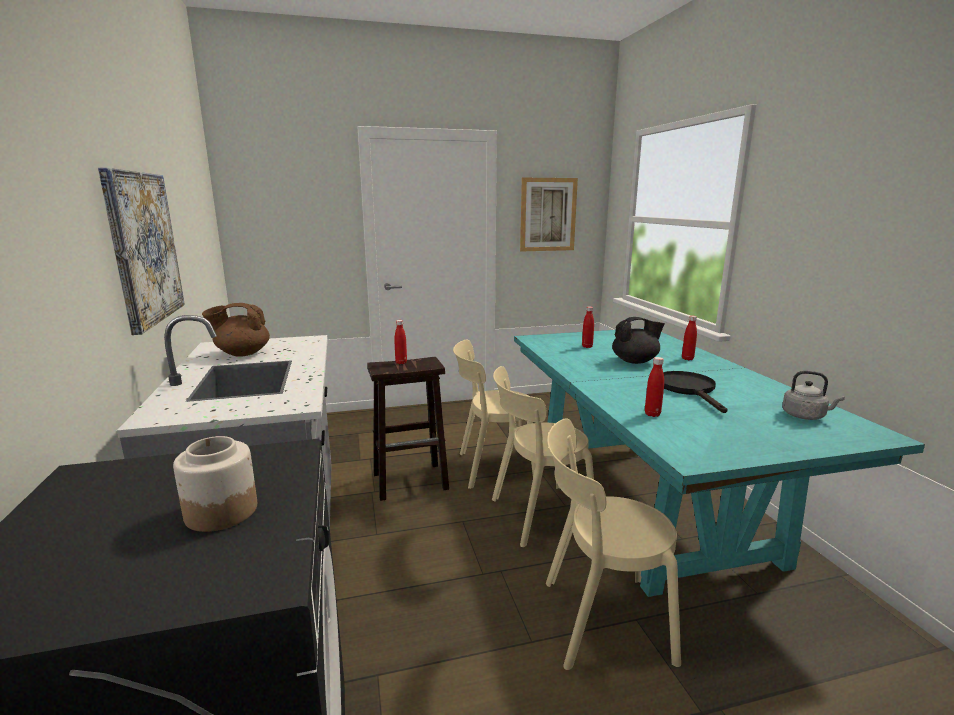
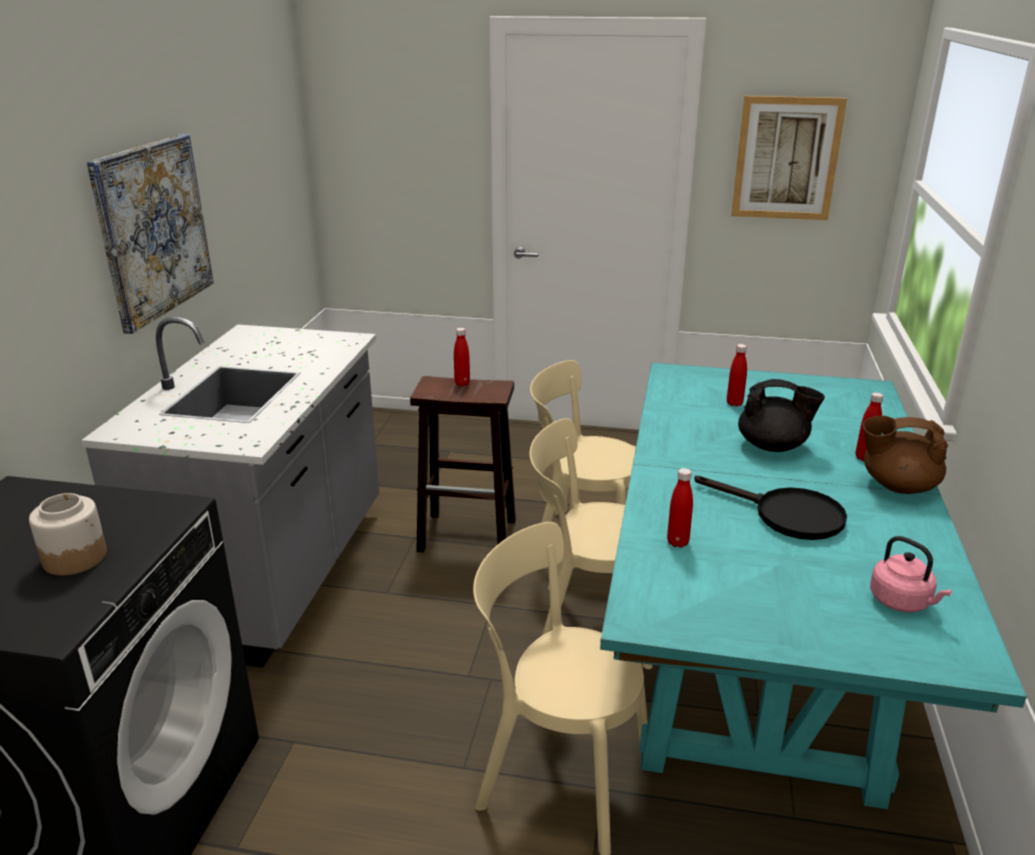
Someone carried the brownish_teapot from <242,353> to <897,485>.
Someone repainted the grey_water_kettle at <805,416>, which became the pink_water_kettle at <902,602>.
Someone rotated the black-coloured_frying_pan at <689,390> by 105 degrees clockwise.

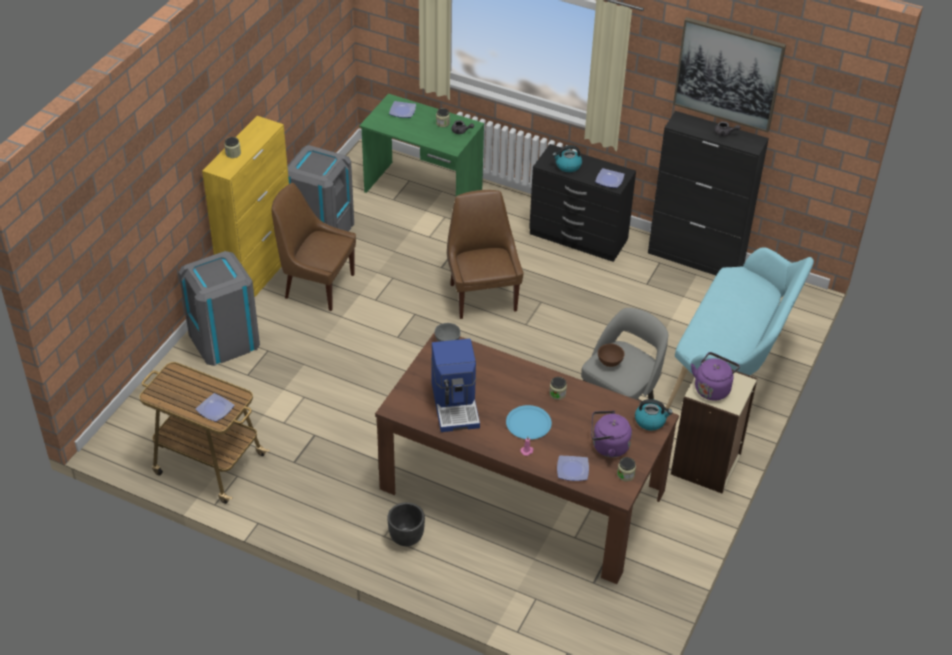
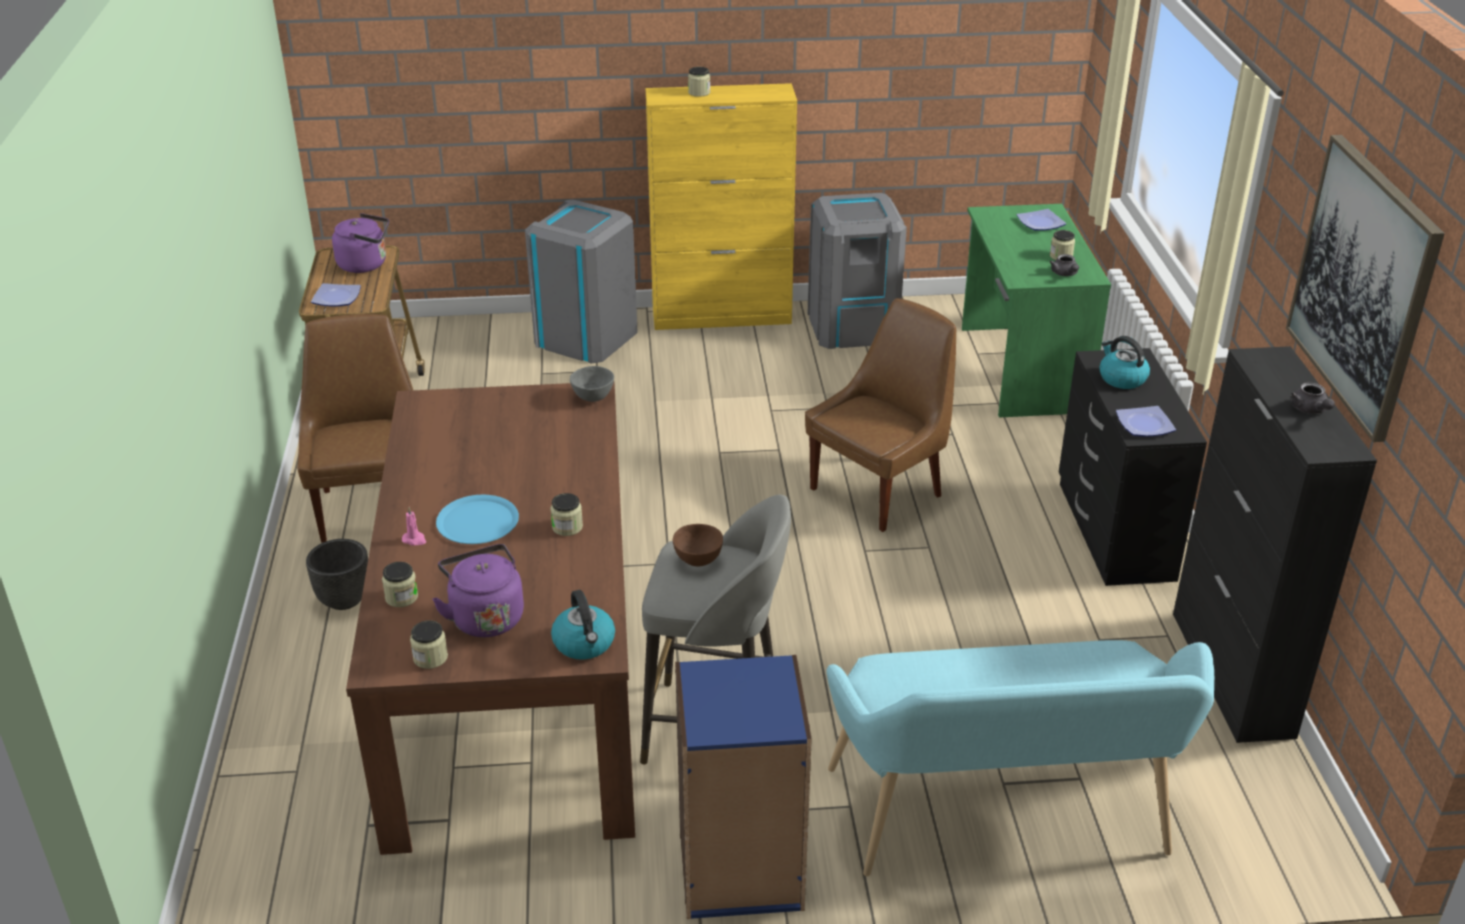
Someone took away the coffee_machine at <456,404>.
Someone carried the brownish_upright_chair from <317,285> to <373,507>.
Someone carried the purple_water_kettle from <712,388> to <366,264>.
Someone swapped the plate at <572,470> for the storage_jar at <401,597>.
Someone repainted the beige_shelving_unit at <706,465>, which became the blue_shelving_unit at <740,871>.

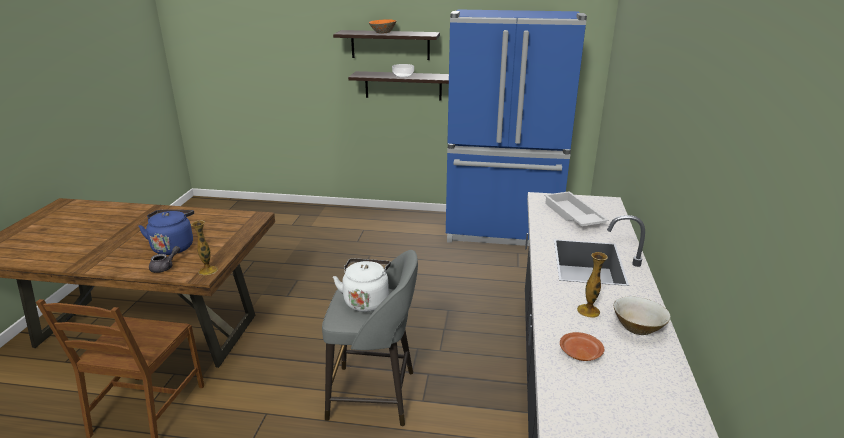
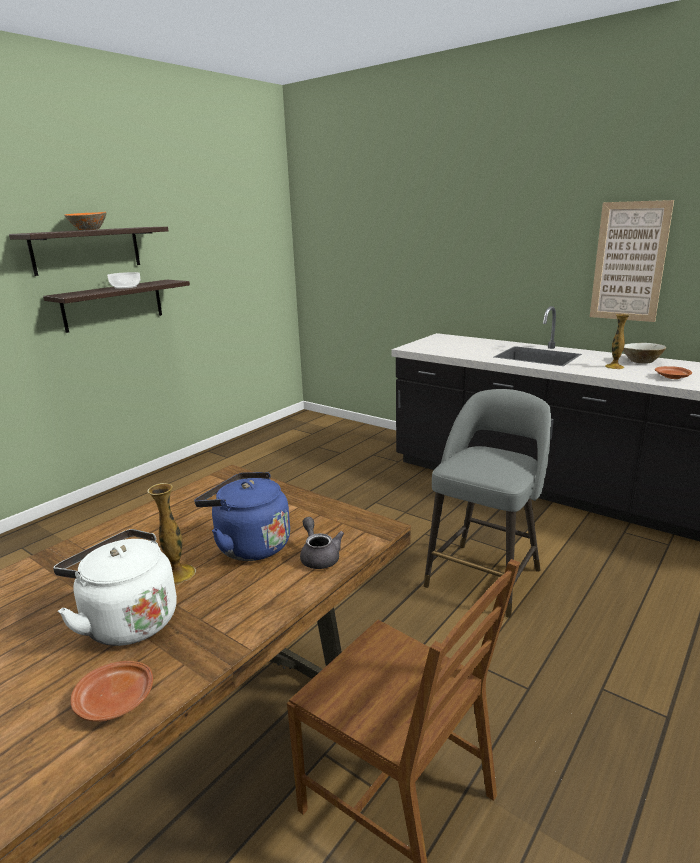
Someone took away the blue_kitchen_fridge at <502,231>.
Someone took away the white_carrying_tray at <572,215>.
Someone put down the brownish_plate at <116,701>.
Someone put up the wall_art at <629,262>.
Someone carried the vase from <208,270> to <178,574>.
Someone carried the white_water_kettle from <366,300> to <127,621>.

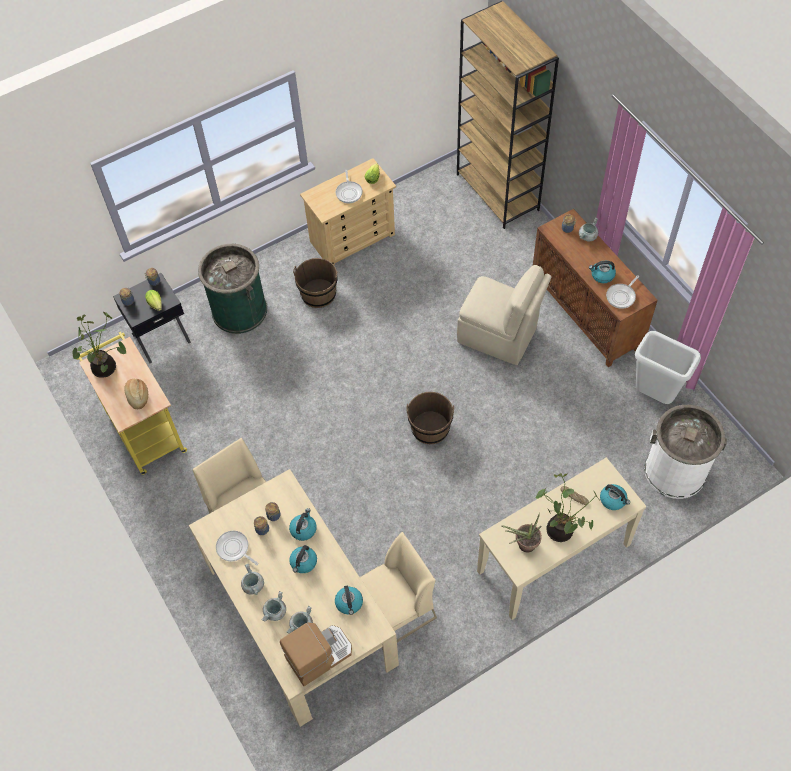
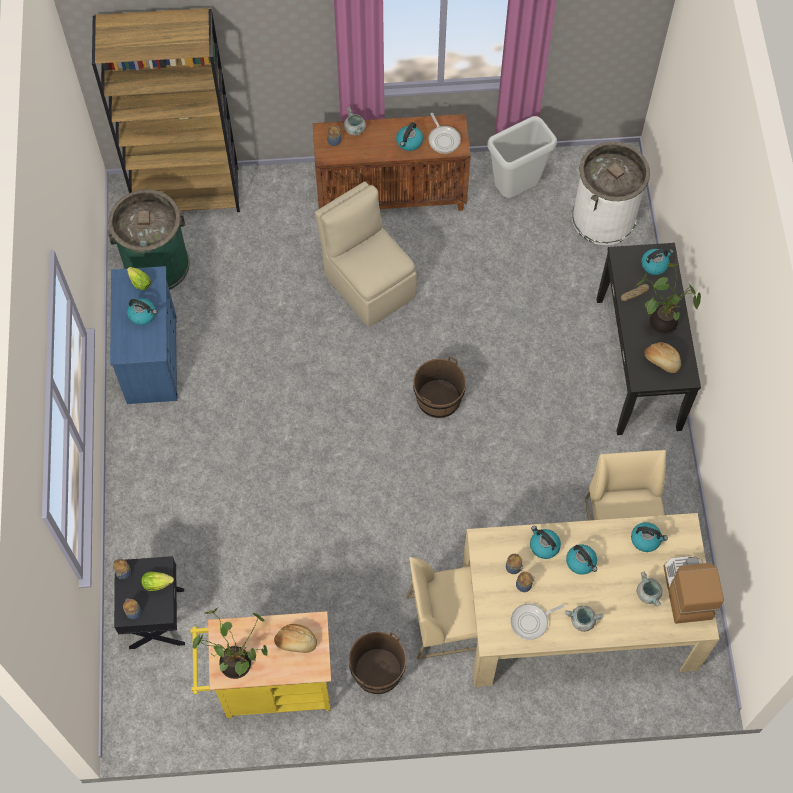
Someone took away the grey_cooking_pot at <275,612>.
Someone carried the greenish_rubbish_bin from <239,310> to <156,264>.
Someone carried the brownish_pail from <318,294> to <377,671>.
Someone swapped the frying_pan at <349,192> for the water_kettle at <143,314>.
Someone swapped the potted_plant at <523,545> for the baked_bread at <662,361>.
Someone repainted the beige_drawer_chest at <352,238>, which became the blue_drawer_chest at <152,359>.
Someone repainted the beige_narrow_table at <554,558>, which became the black-coloured_narrow_table at <638,363>.
Someone rotated the beige_upright_chair at <499,336> by 90 degrees counterclockwise.

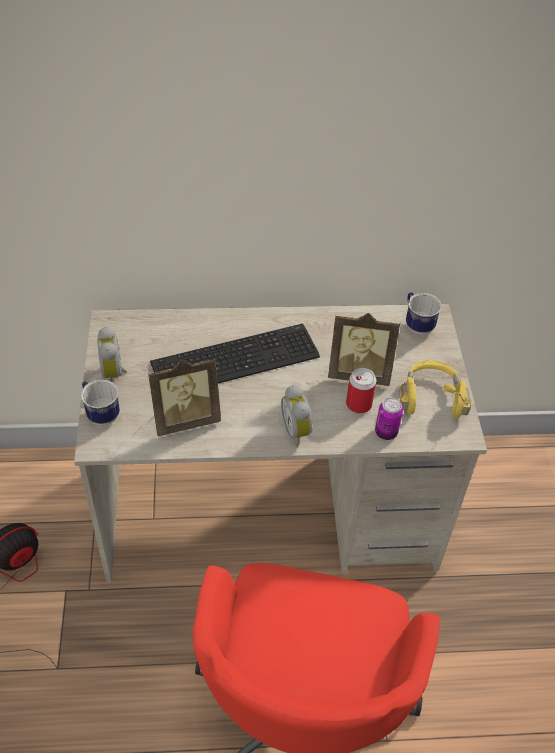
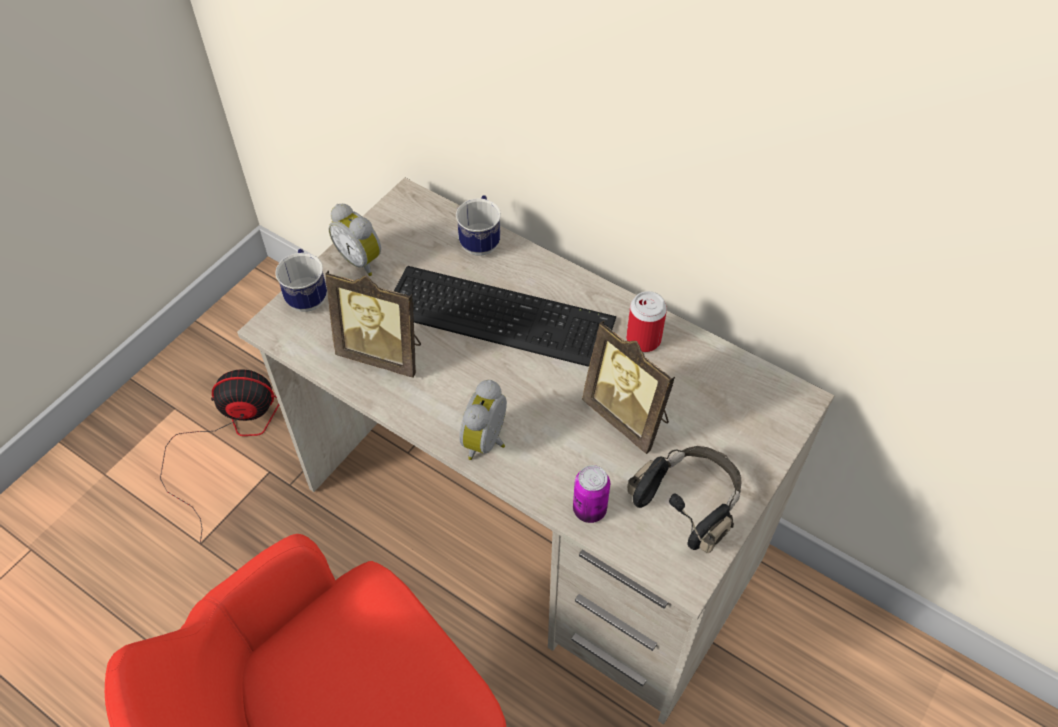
Someone carried the metal_can from <358,404> to <643,339>.
Someone carried the mug from <416,325> to <481,241>.
Someone repainted the yellow_headset at <431,398>, which became the black-coloured_headset at <688,503>.
Someone rotated the alarm_clock at <115,373> by 75 degrees counterclockwise.

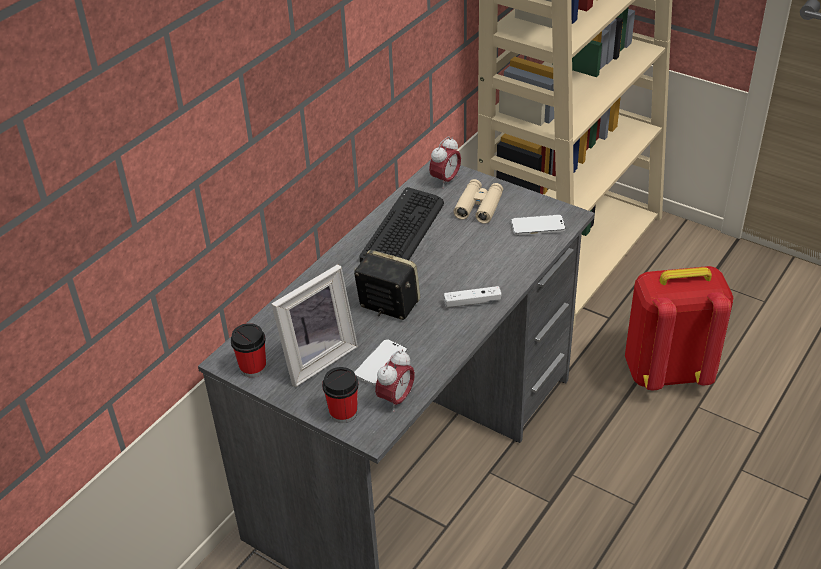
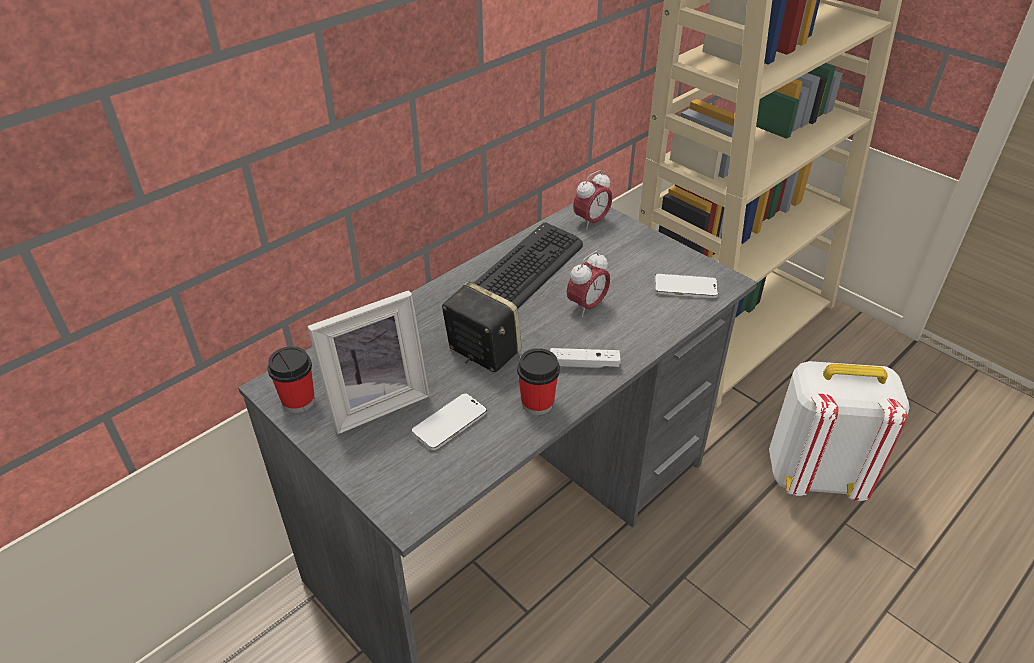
Someone took away the beige_field_glasses at <479,206>.
Someone carried the drinking_cup from <343,413> to <537,403>.
Someone carried the alarm_clock from <396,399> to <587,306>.
Someone repainted the red_backpack at <667,371>, which became the white_backpack at <815,475>.

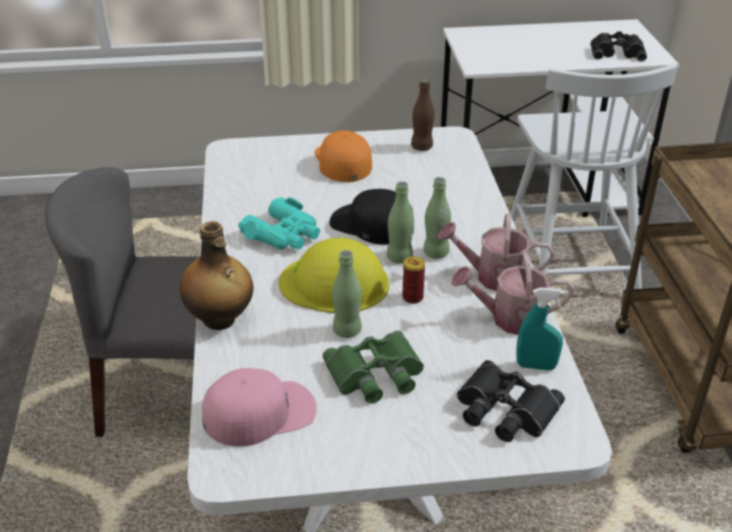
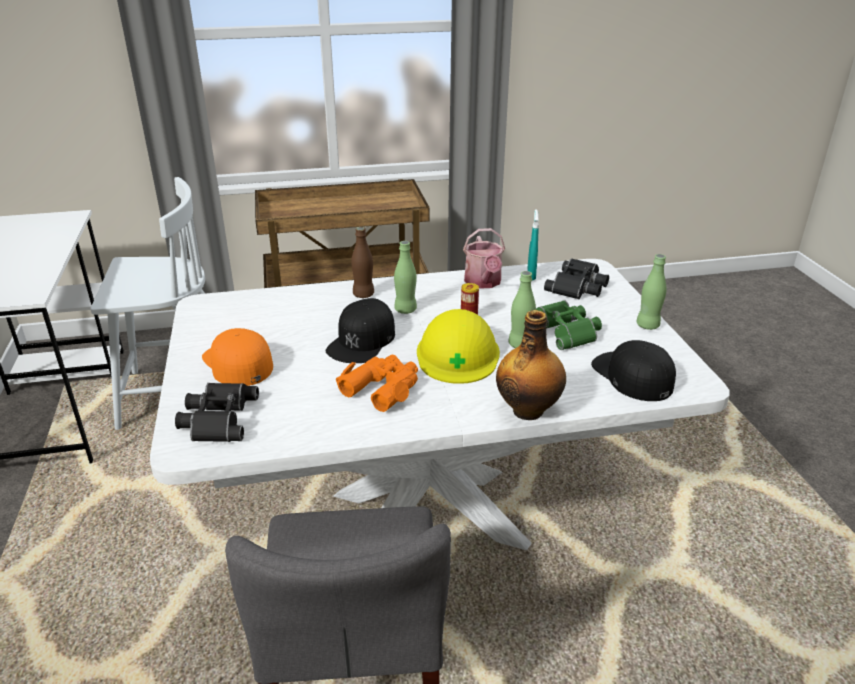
Someone took away the watering_pot at <493,276>.
Someone carried the greenish_bottle from <399,258> to <647,325>.
Someone carried the brownish_bottle from <421,147> to <363,294>.
Someone carried the black-coloured_field_glasses from <617,52> to <217,418>.
Someone repainted the pink_baseball_cap at <260,413>, which became the black-coloured_baseball_cap at <632,375>.
Someone repainted the turquoise-coloured_field_glasses at <284,235>, which became the orange_field_glasses at <382,387>.
Someone rotated the orange_baseball_cap at <342,162> by 75 degrees clockwise.

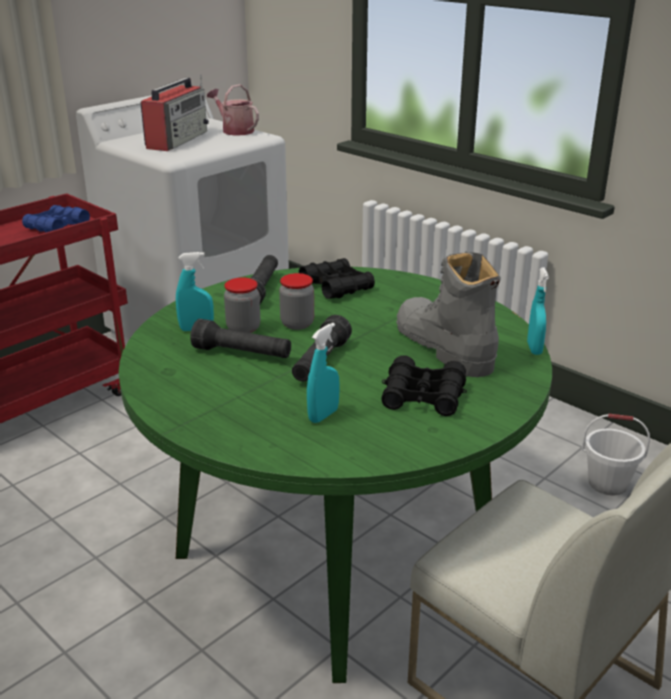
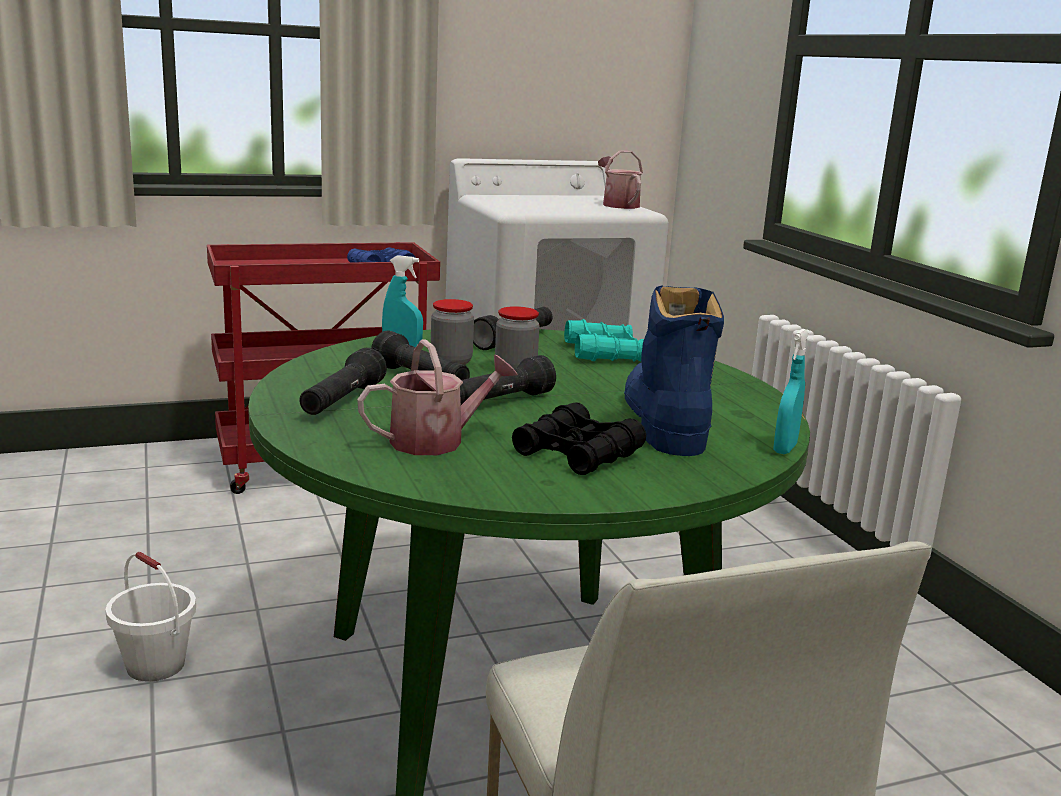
Someone took away the radio_set at <178,140>.
Someone put down the black-coloured_flashlight at <342,402>.
Someone carried the white_pail from <607,484> to <155,665>.
Someone swapped the turquoise-coloured_spray_bottle at <323,415> for the watering_pot at <436,441>.
Someone repainted the black-coloured_field_glasses at <336,287>, which became the turquoise-coloured_field_glasses at <604,353>.
Someone repainted the grey_boot at <444,347>, which became the blue_boot at <664,422>.

